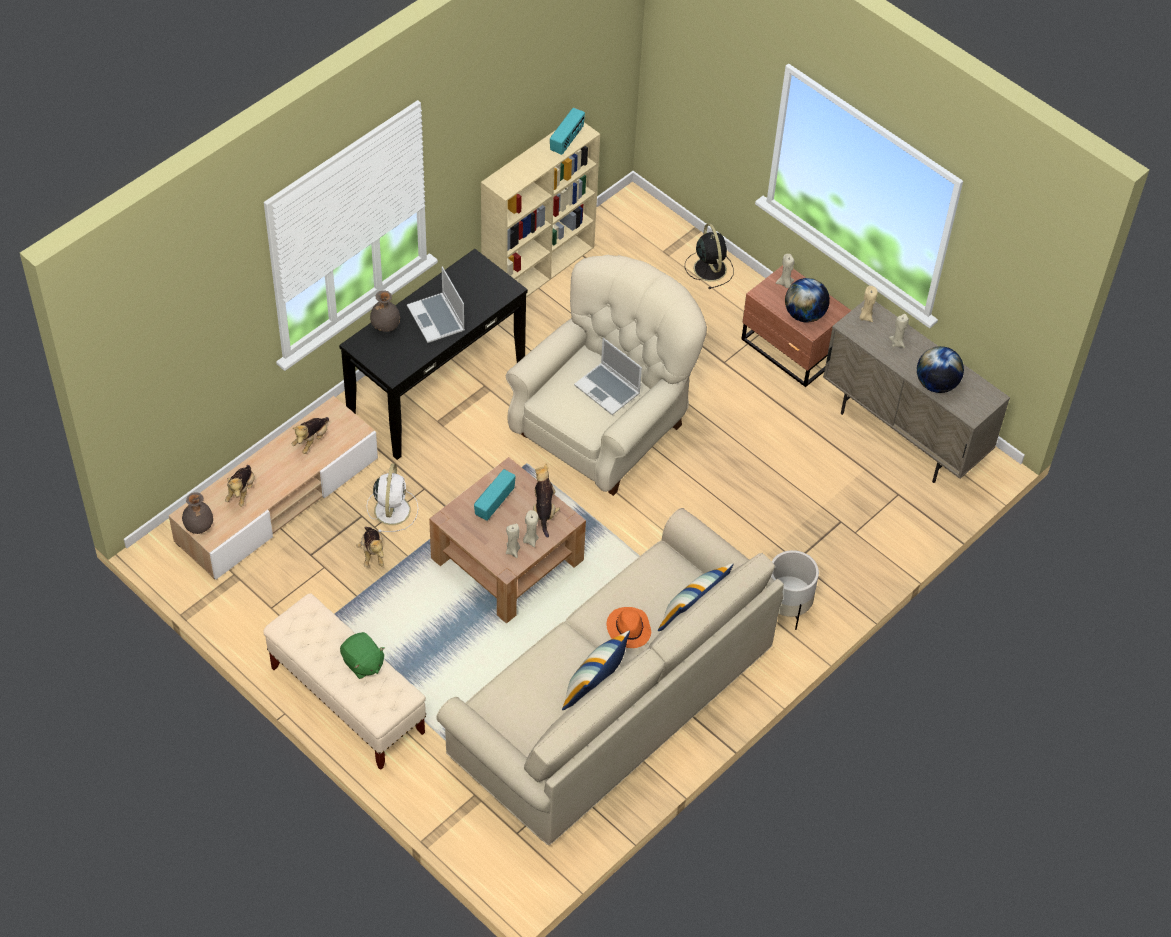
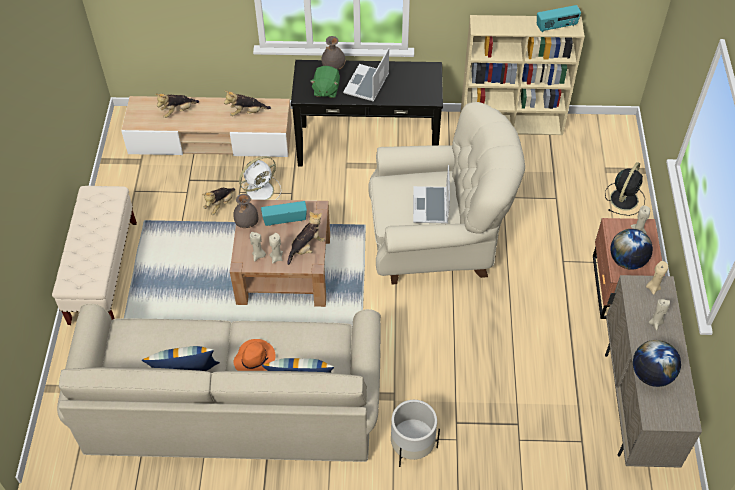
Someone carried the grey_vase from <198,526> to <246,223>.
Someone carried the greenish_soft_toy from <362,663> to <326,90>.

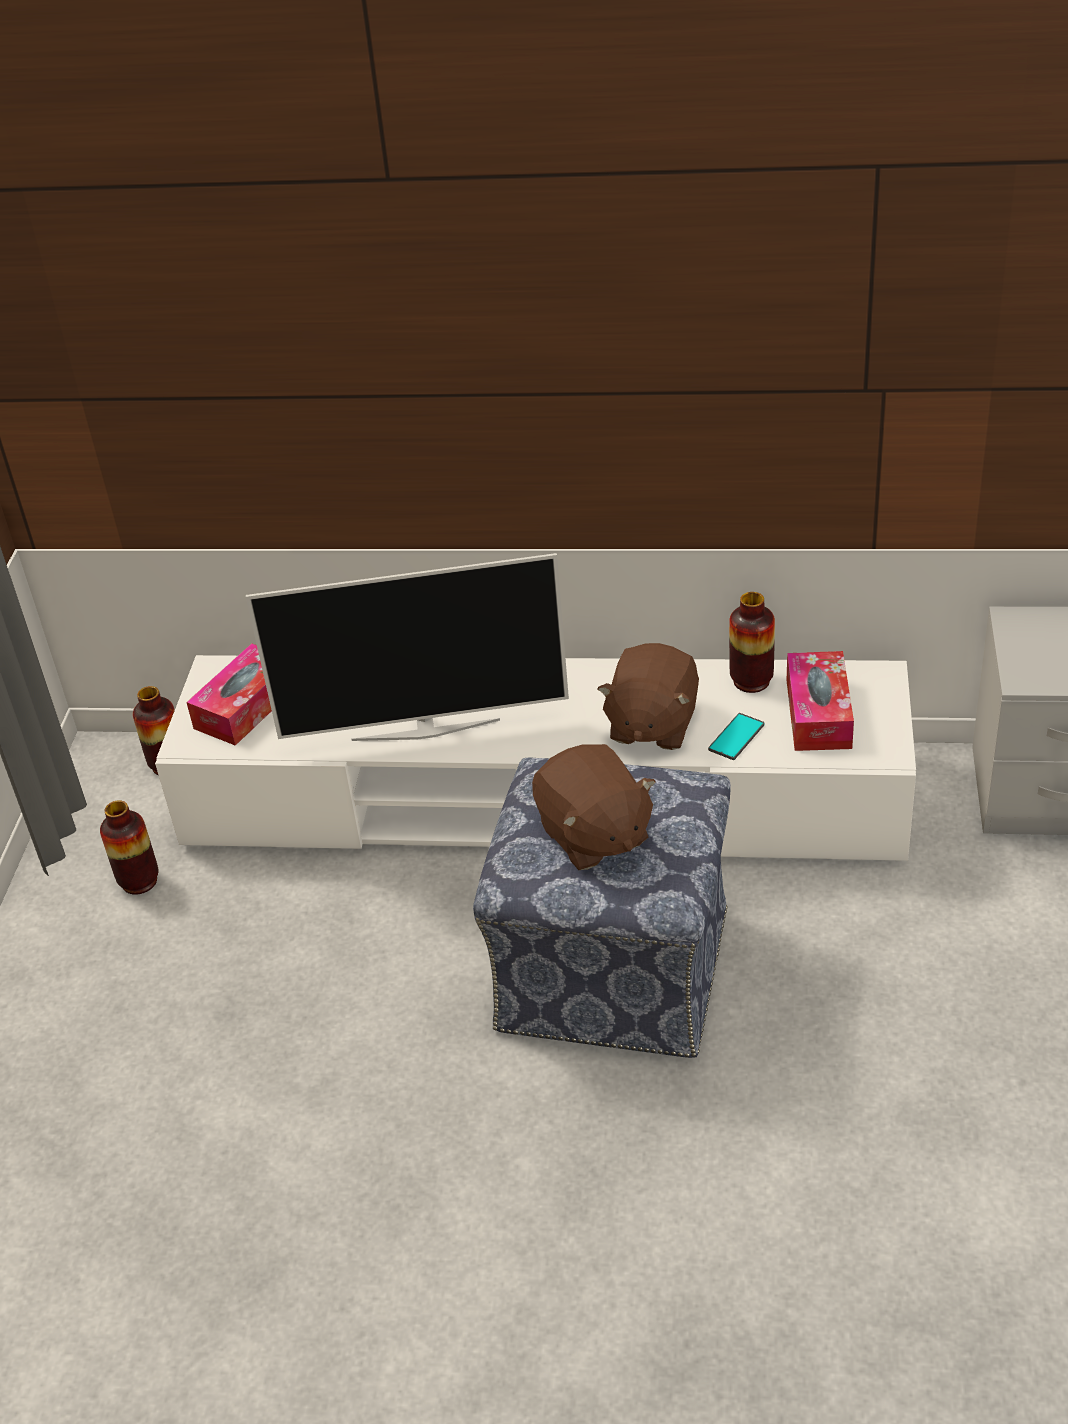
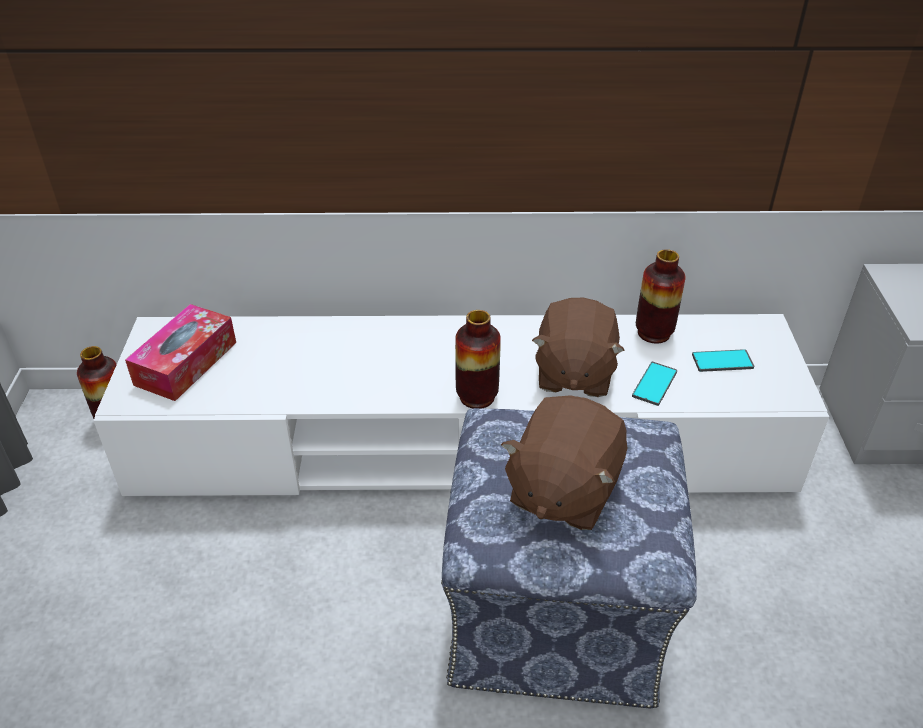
Someone took away the TV at <425,728>.
Someone carried the vase from <139,881> to <477,396>.
Someone swapped the tissue_box at <818,714> for the phone at <722,361>.
Someone rotated the brownish_soft_toy at <593,835> by 60 degrees clockwise.

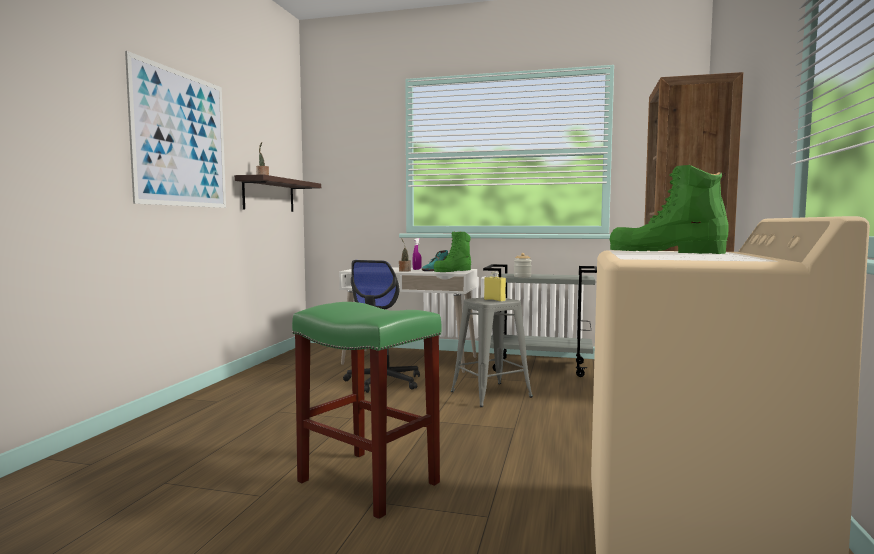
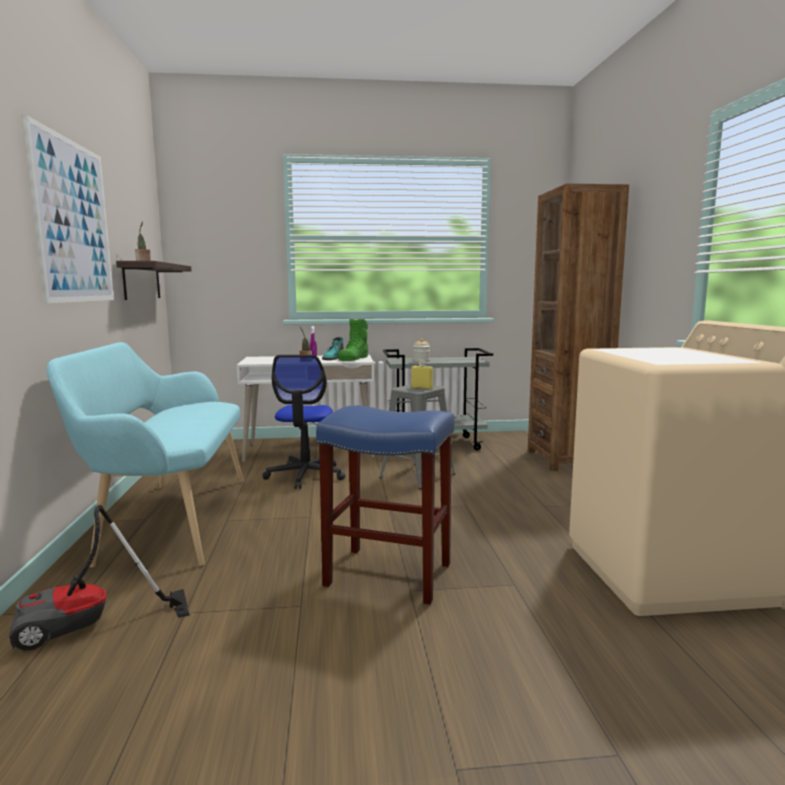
Someone took away the greenish_boot at <665,252>.
Someone put down the hoover at <88,628>.
Someone put down the turquoise-coloured_indoor_bench at <169,519>.
Someone repainted the greenish_sitting_stool at <370,482>, which became the blue_sitting_stool at <390,574>.

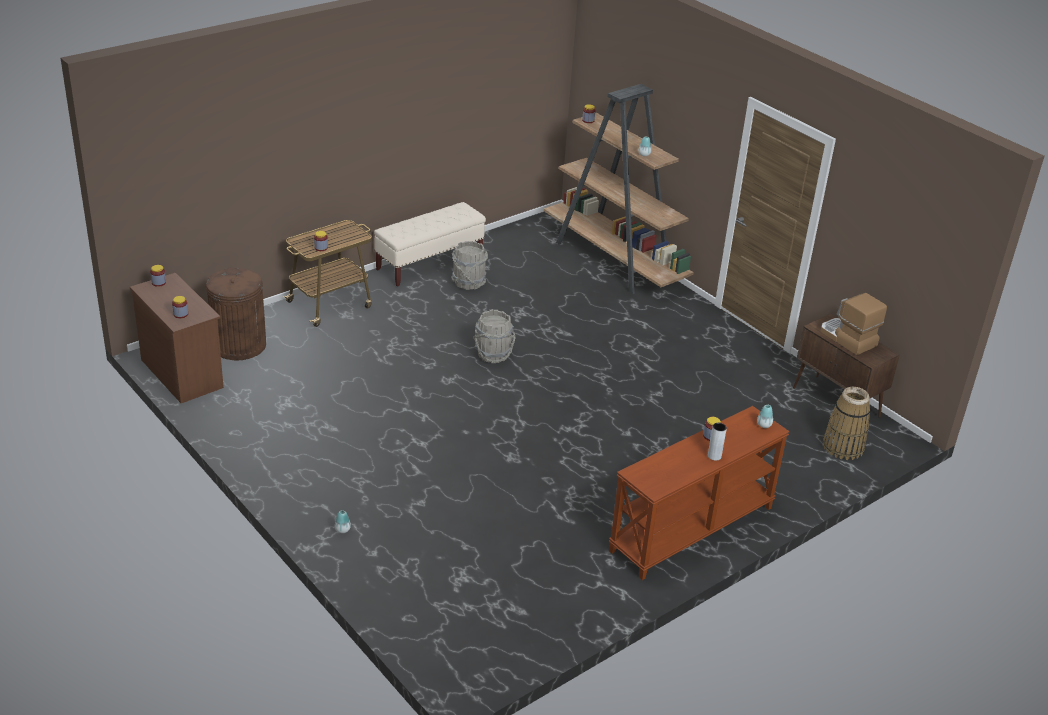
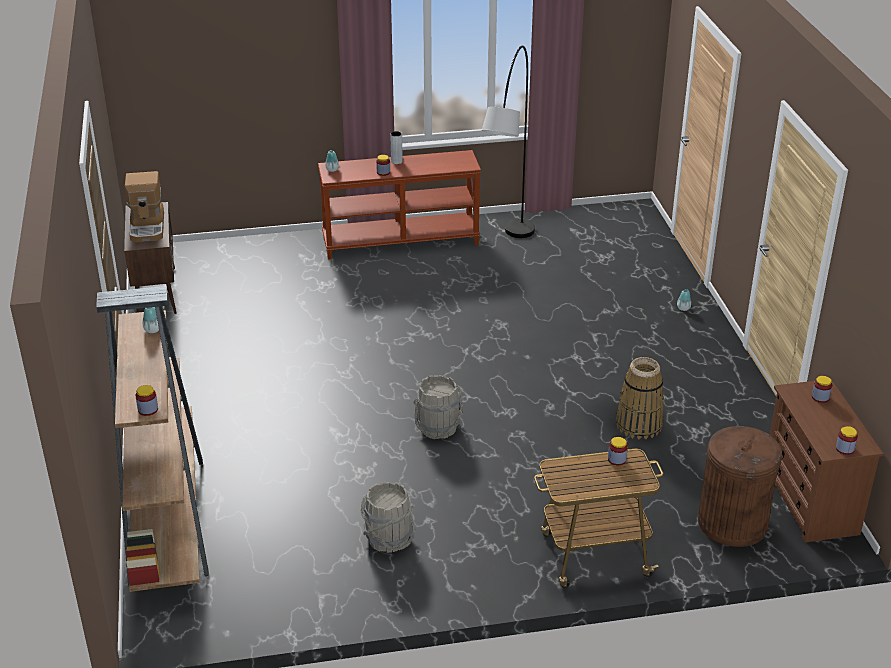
Someone took away the beige_indoor_bench at <430,263>.
Someone put down the grey_floor_lamp at <507,259>.
Someone carried the basket from <843,446> to <639,425>.

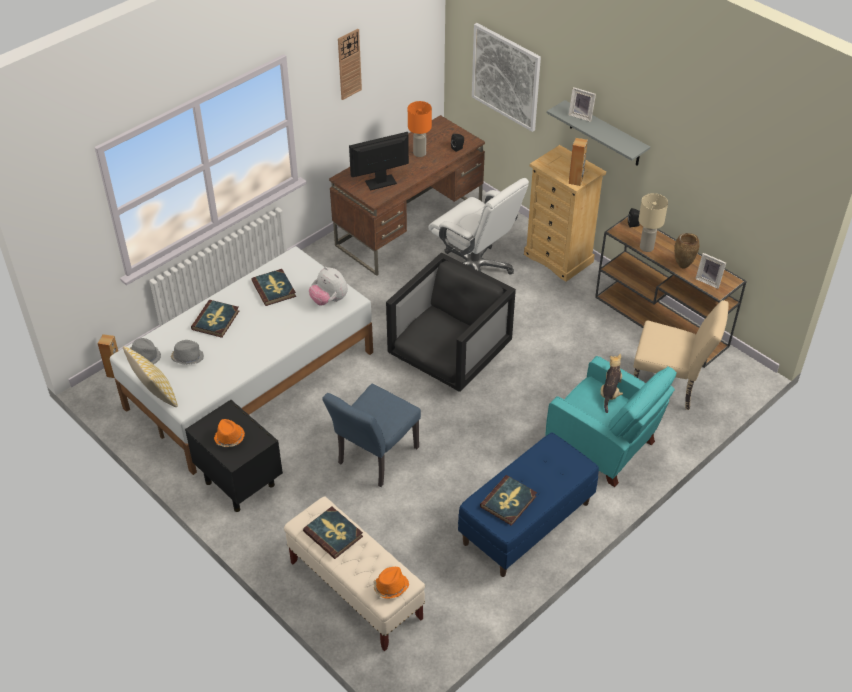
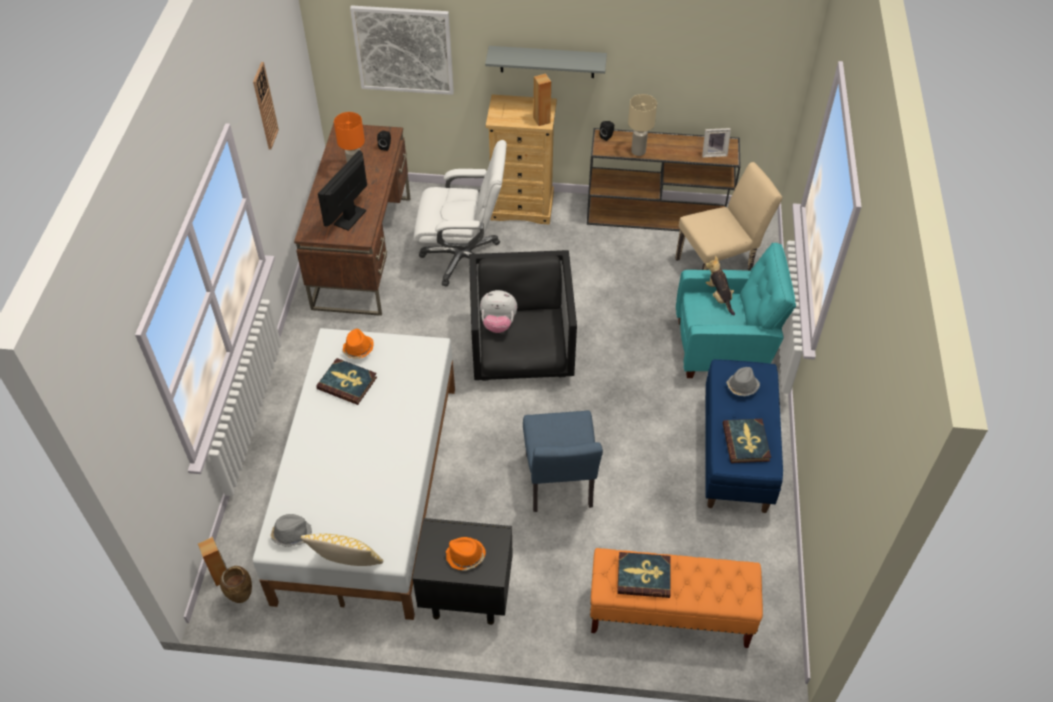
Someone took away the bound_book at <216,320>.
Someone took away the standing_frame at <581,115>.
Someone carried the grey_clothing_hat from <187,357> to <742,386>.
Someone carried the soft_toy from <329,300> to <498,323>.
Someone carried the orange_clothing_hat from <390,587> to <358,349>.
Someone carried the brownish_vase from <682,266> to <242,598>.
Someone repainted the beige_indoor_bench at <355,590>, which became the orange_indoor_bench at <669,614>.

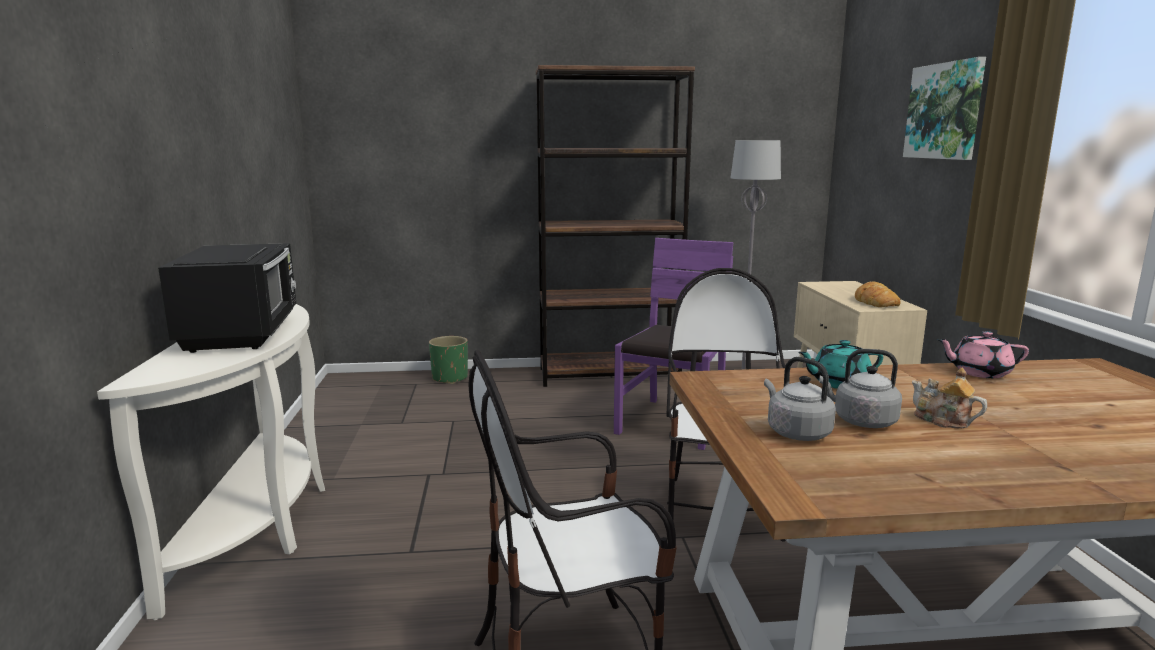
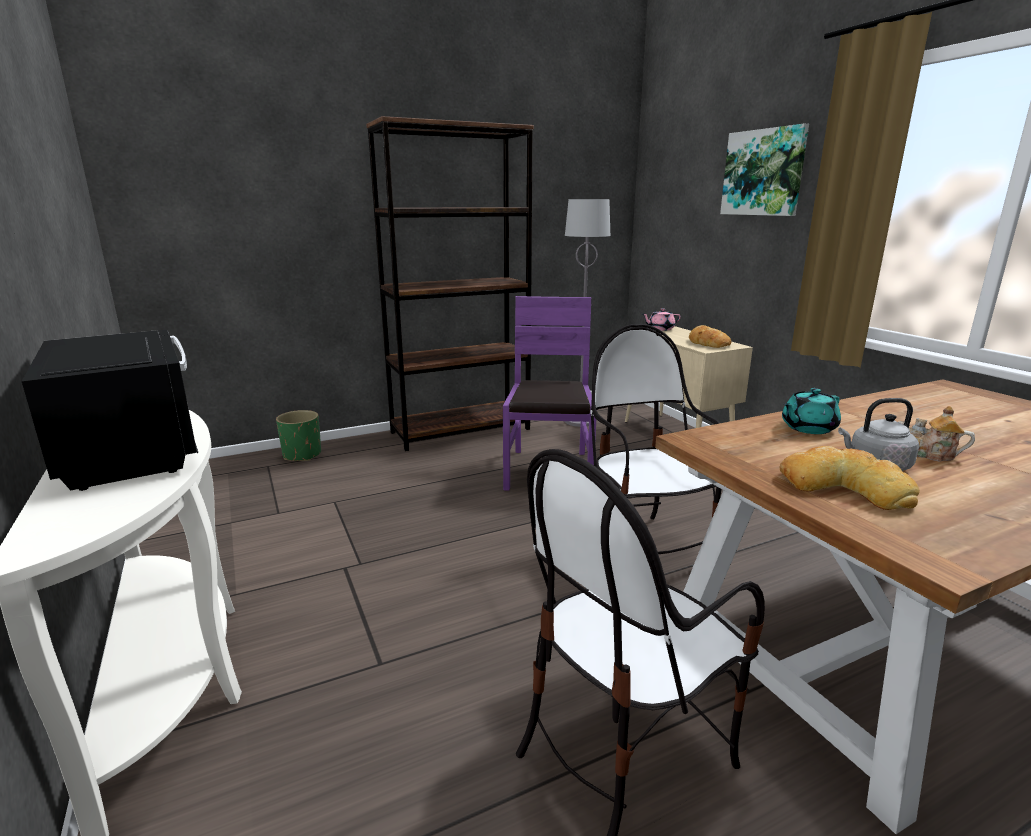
Someone carried the pink_teapot from <979,372> to <660,329>.
Someone swapped the grey_water_kettle at <796,432> for the baked_bread at <844,487>.

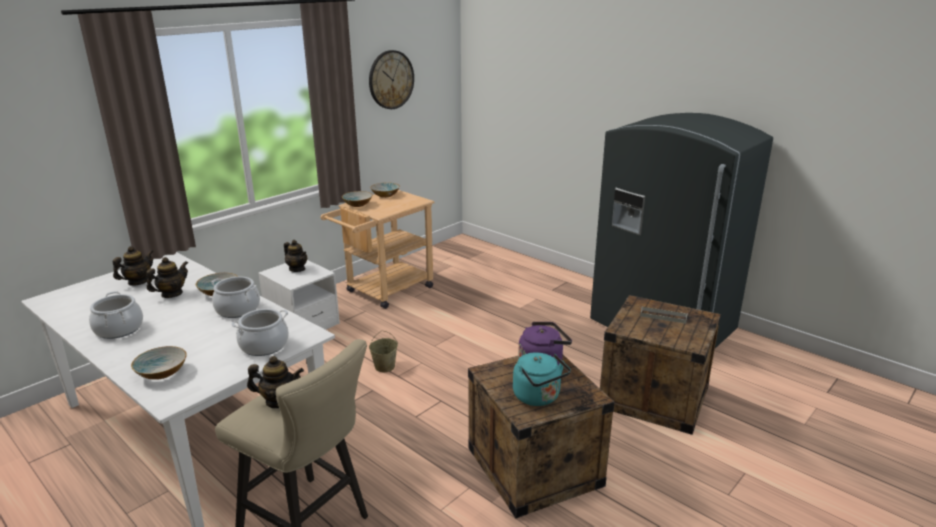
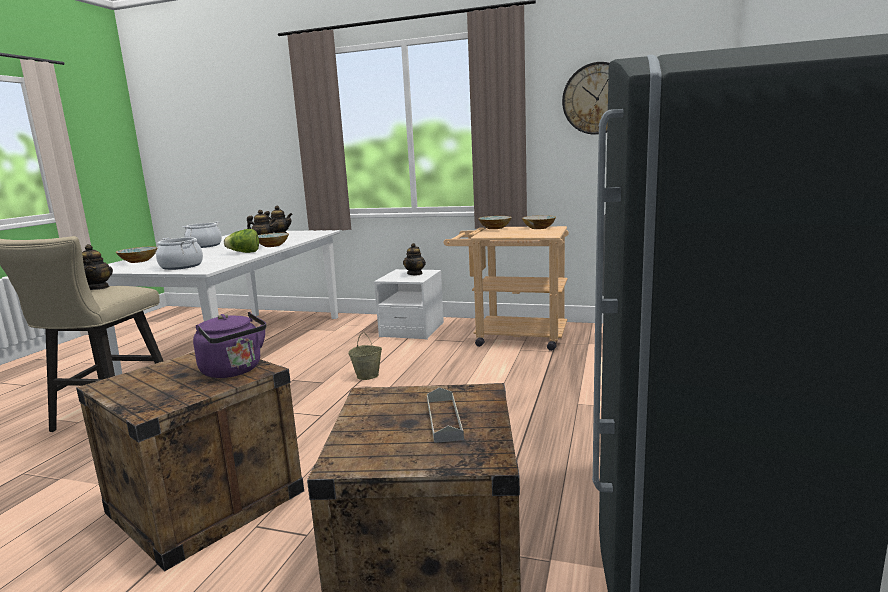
Someone took away the turquoise-coloured_water_kettle at <538,397>.
Someone swapped the cooking_pot at <238,309> for the lettuce_head at <244,252>.

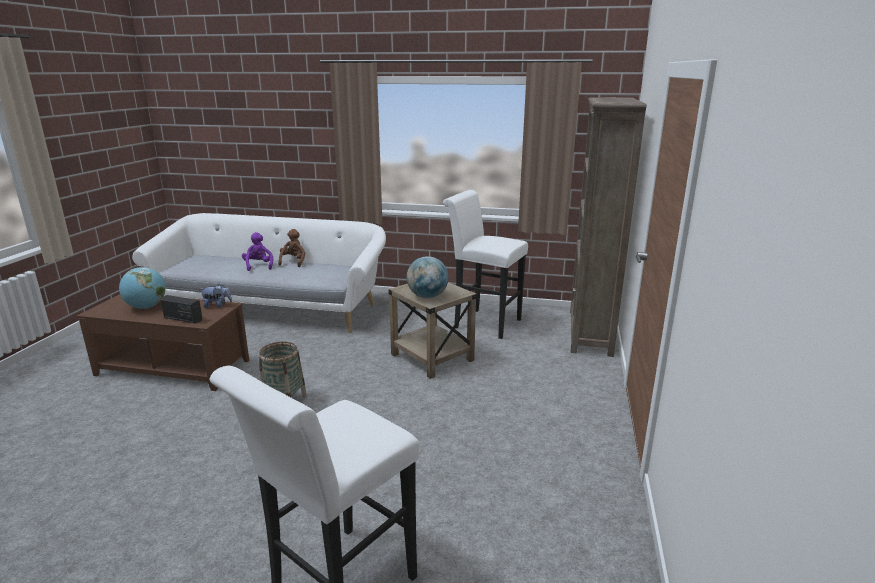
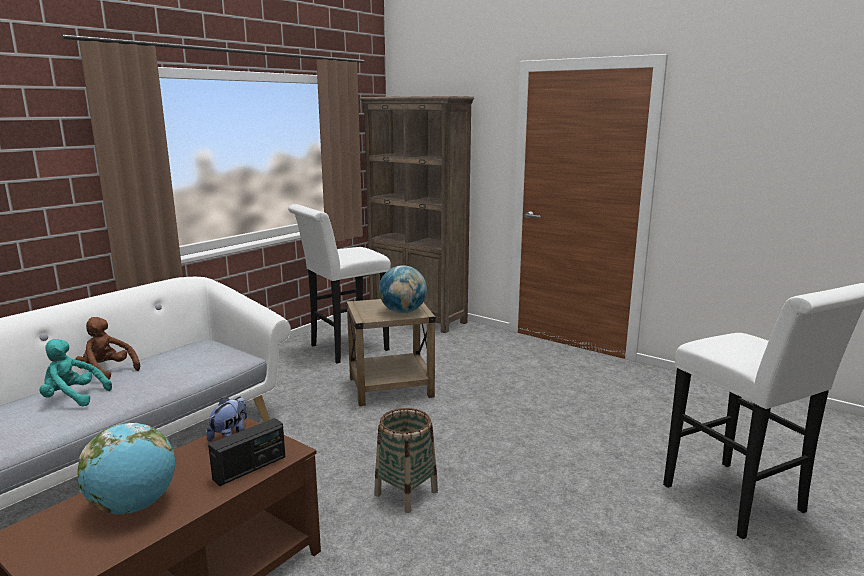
Someone repainted the purple_soft_toy at <258,266>, which became the turquoise-coloured_soft_toy at <73,398>.

